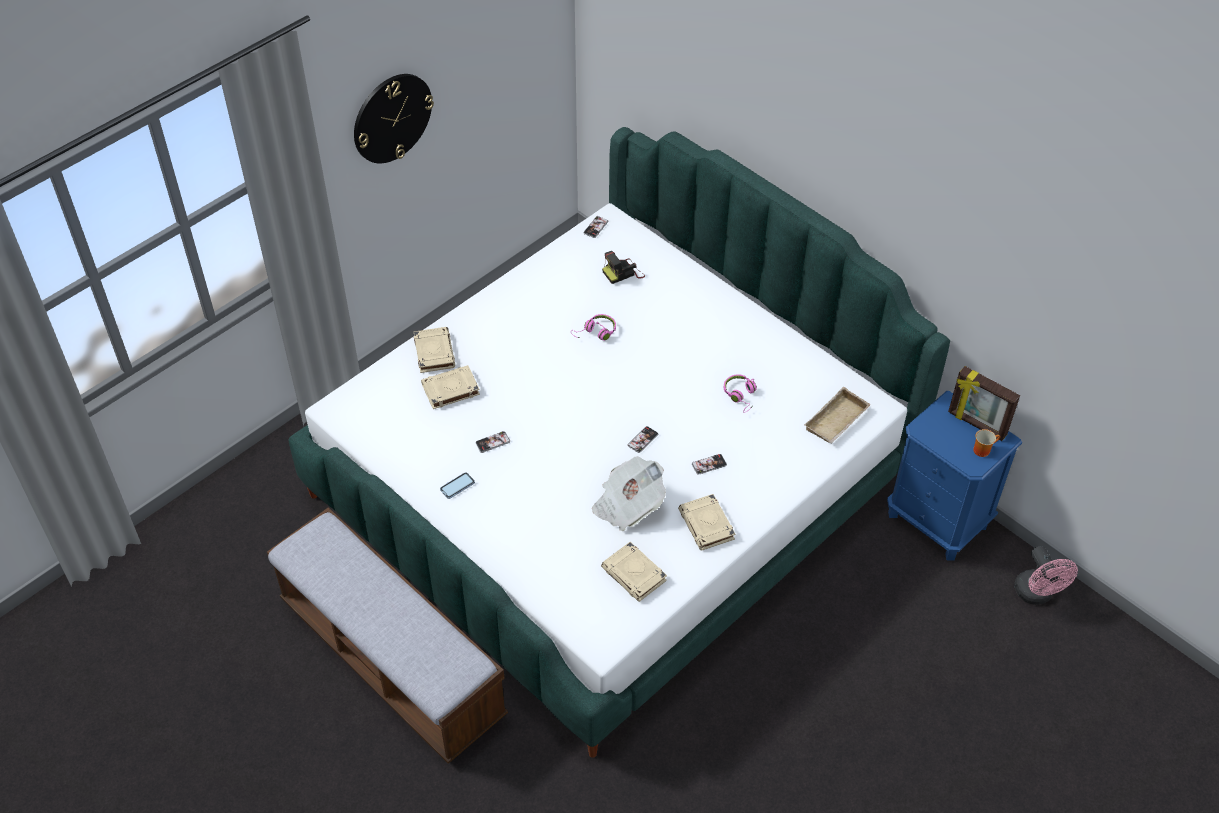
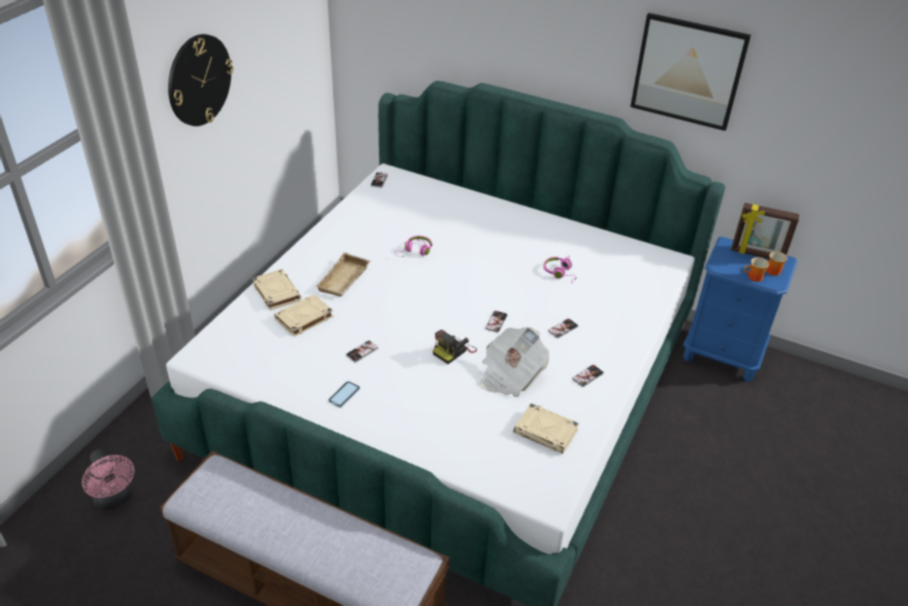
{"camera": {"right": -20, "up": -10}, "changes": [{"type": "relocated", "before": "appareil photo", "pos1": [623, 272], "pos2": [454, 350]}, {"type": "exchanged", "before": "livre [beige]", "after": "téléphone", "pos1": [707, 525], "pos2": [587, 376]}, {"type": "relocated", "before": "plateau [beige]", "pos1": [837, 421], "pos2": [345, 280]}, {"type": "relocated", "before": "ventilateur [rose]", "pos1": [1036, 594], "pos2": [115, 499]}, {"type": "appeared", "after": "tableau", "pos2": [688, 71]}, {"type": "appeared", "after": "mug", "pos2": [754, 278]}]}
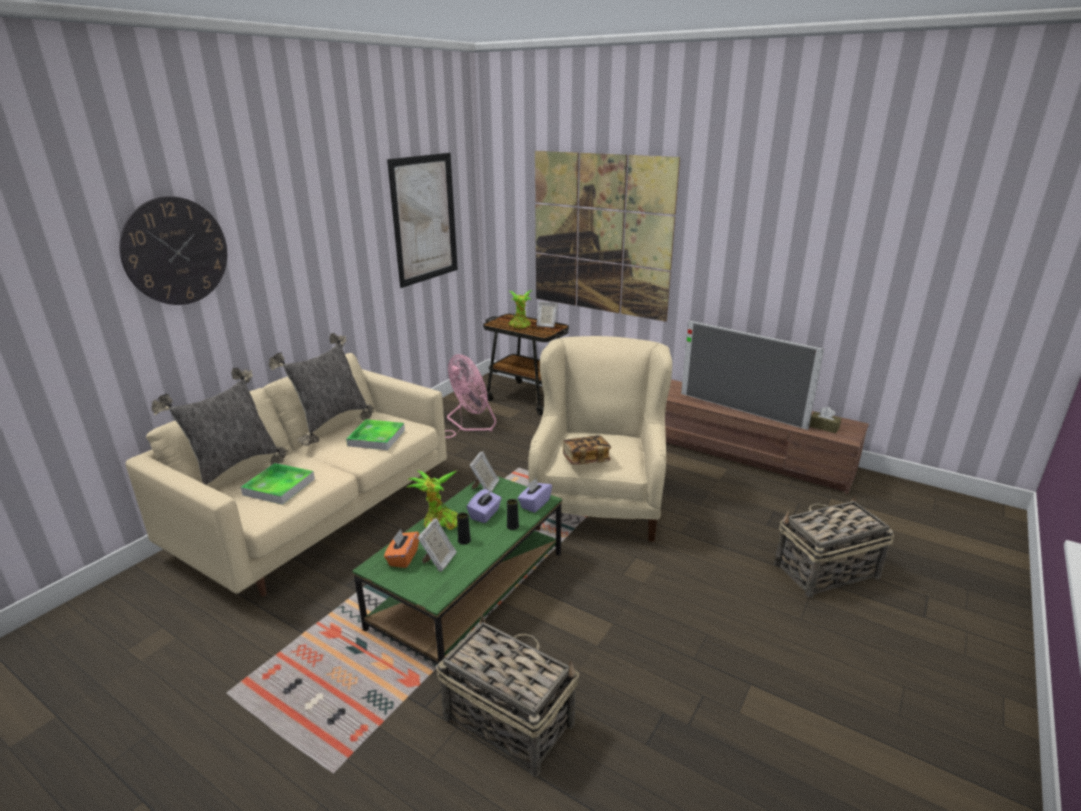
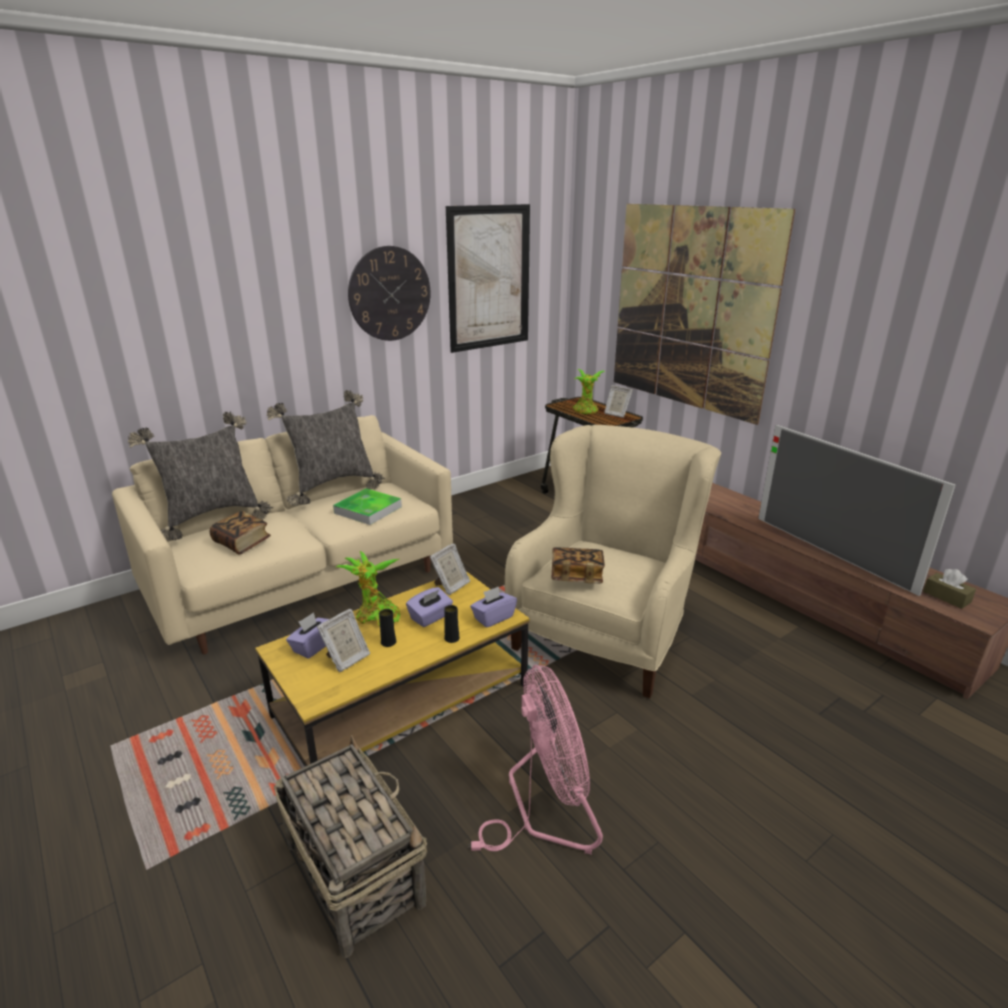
{"camera": {"right": 20, "up": 0}, "changes": [{"type": "relocated", "before": "horloge murale", "pos1": [176, 251], "pos2": [390, 294]}, {"type": "exchanged", "before": "plateau", "after": "livre", "pos1": [279, 487], "pos2": [242, 543]}, {"type": "colour", "before": "table basse [vert]", "after": "table basse [jaune]", "pos1": [468, 589], "pos2": [402, 700]}, {"type": "colour", "before": "boîte à mouchoirs [orange]", "after": "boîte à mouchoirs [violet]", "pos1": [403, 558], "pos2": [313, 646]}, {"type": "relocated", "before": "ventilateur [rose]", "pos1": [464, 423], "pos2": [539, 804]}, {"type": "missing", "before": "panier", "pos1": [825, 571]}]}
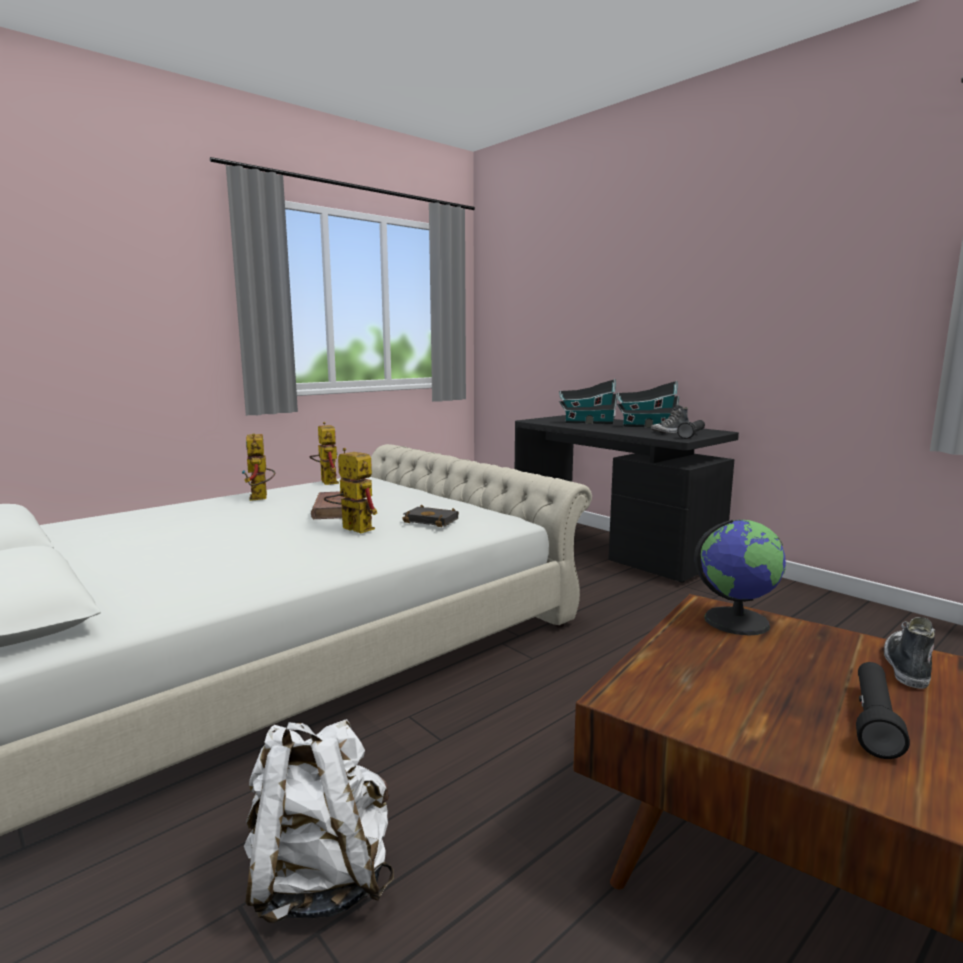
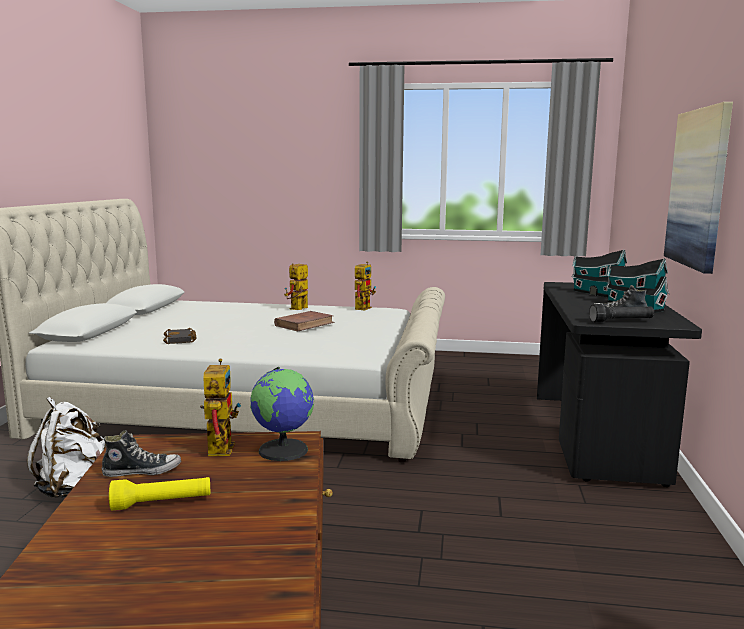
{"camera": {"right": 50, "up": 0}, "changes": [{"type": "relocated", "before": "robot jouet", "pos1": [351, 528], "pos2": [219, 446]}, {"type": "relocated", "before": "livre [noir]", "pos1": [433, 520], "pos2": [181, 340]}, {"type": "colour", "before": "lampe de poche [noir]", "after": "lampe de poche [jaune]", "pos1": [873, 720], "pos2": [162, 503]}, {"type": "relocated", "before": "chaussure", "pos1": [906, 666], "pos2": [142, 471]}, {"type": "appeared", "after": "tableau", "pos2": [699, 188]}]}
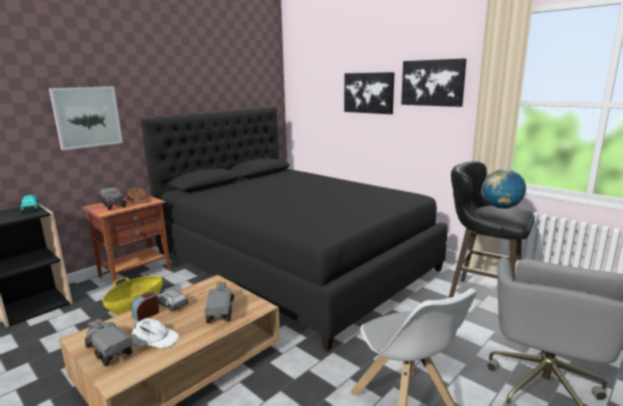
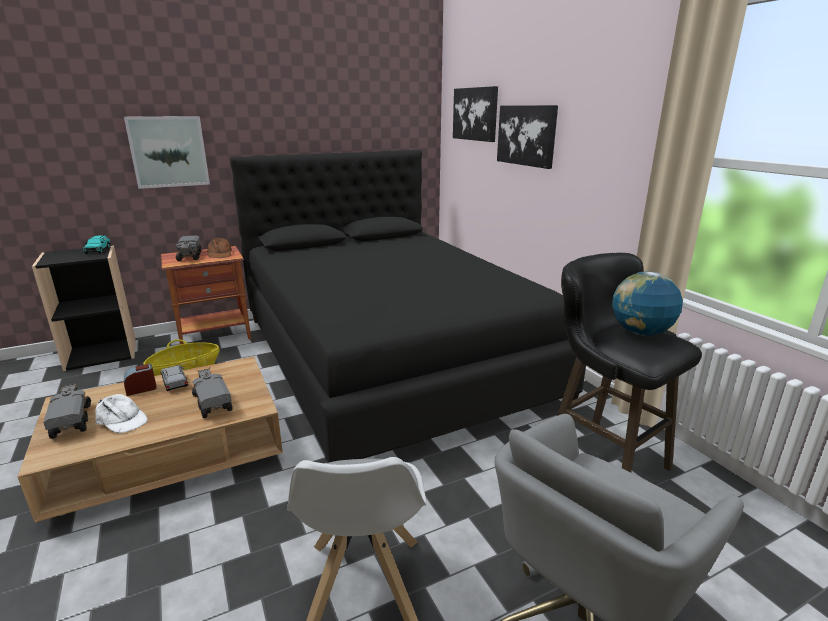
{"camera": {"right": 20, "up": 5}, "changes": [{"type": "spun", "before": "camion jouet", "pos1": [220, 311], "pos2": [212, 403], "turn": -45}, {"type": "relocated", "before": "tableau", "pos1": [432, 83], "pos2": [475, 114]}]}
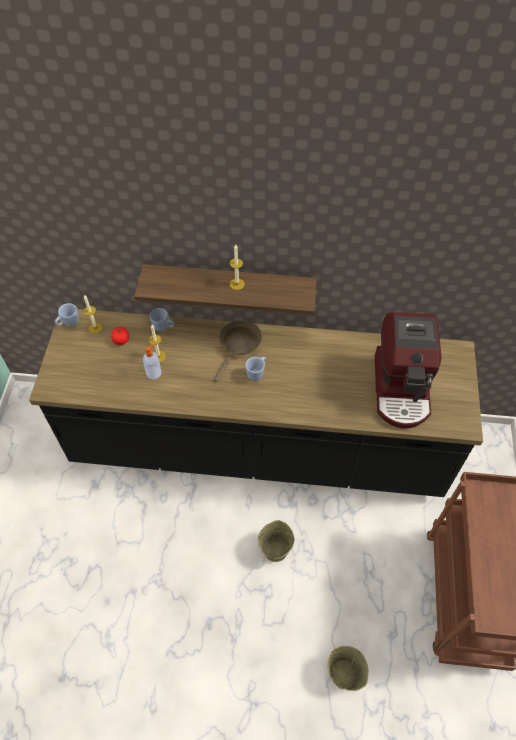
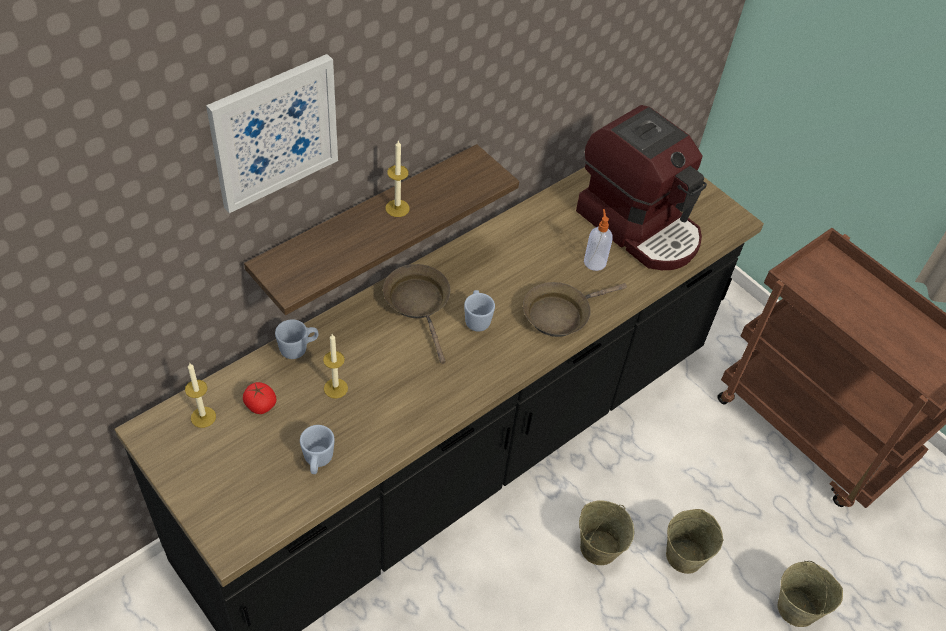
{"camera": {"right": -50, "up": -5}, "changes": [{"type": "relocated", "before": "mug [bleu]", "pos1": [68, 323], "pos2": [317, 462]}, {"type": "relocated", "before": "distributeur de savon", "pos1": [154, 372], "pos2": [594, 261]}, {"type": "appeared", "after": "tableau", "pos2": [274, 132]}, {"type": "appeared", "after": "poêle [marron]", "pos2": [560, 314]}, {"type": "appeared", "after": "seau [beige]", "pos2": [684, 555]}]}
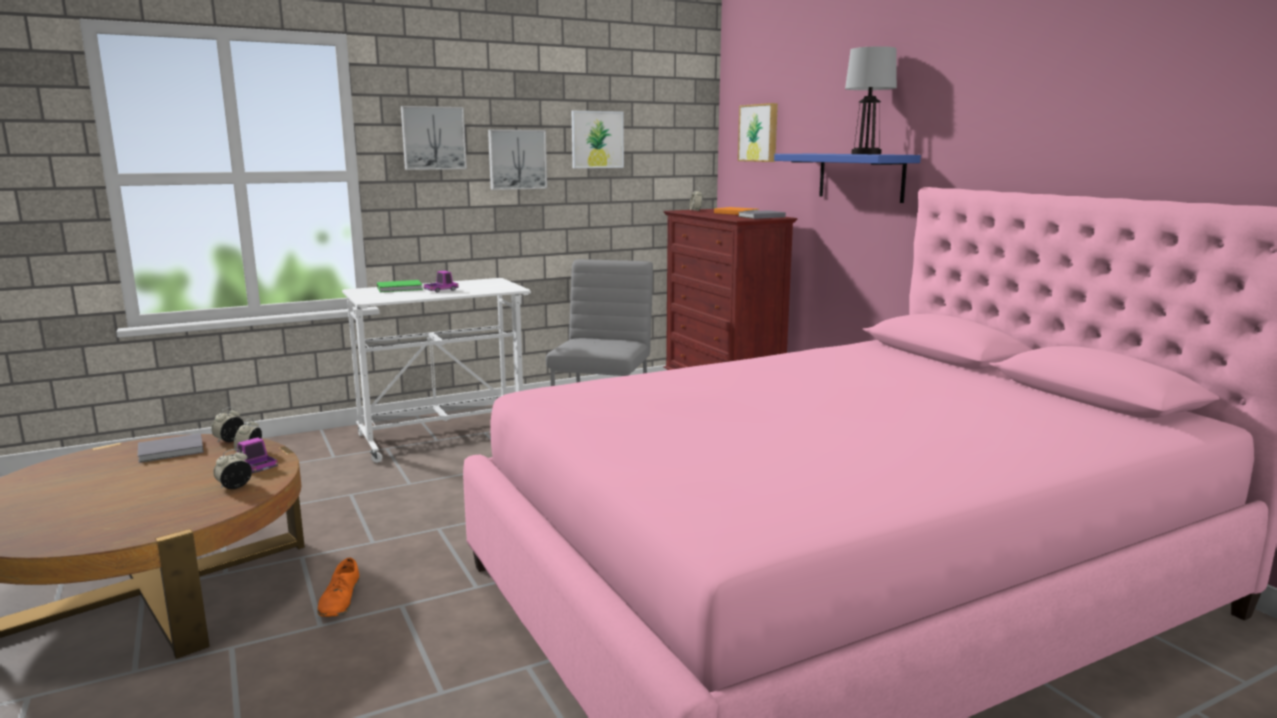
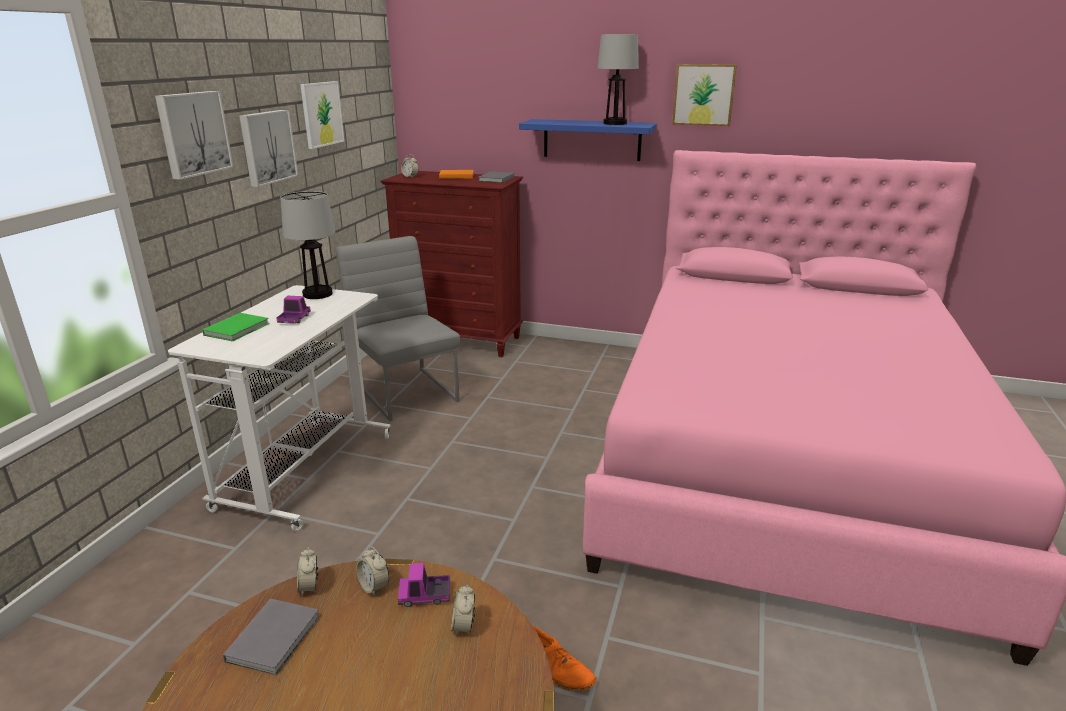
{"camera": {"right": -45, "up": 10}, "changes": [{"type": "relocated", "before": "tableau", "pos1": [759, 133], "pos2": [704, 94]}, {"type": "appeared", "after": "lampe de table", "pos2": [317, 294]}]}
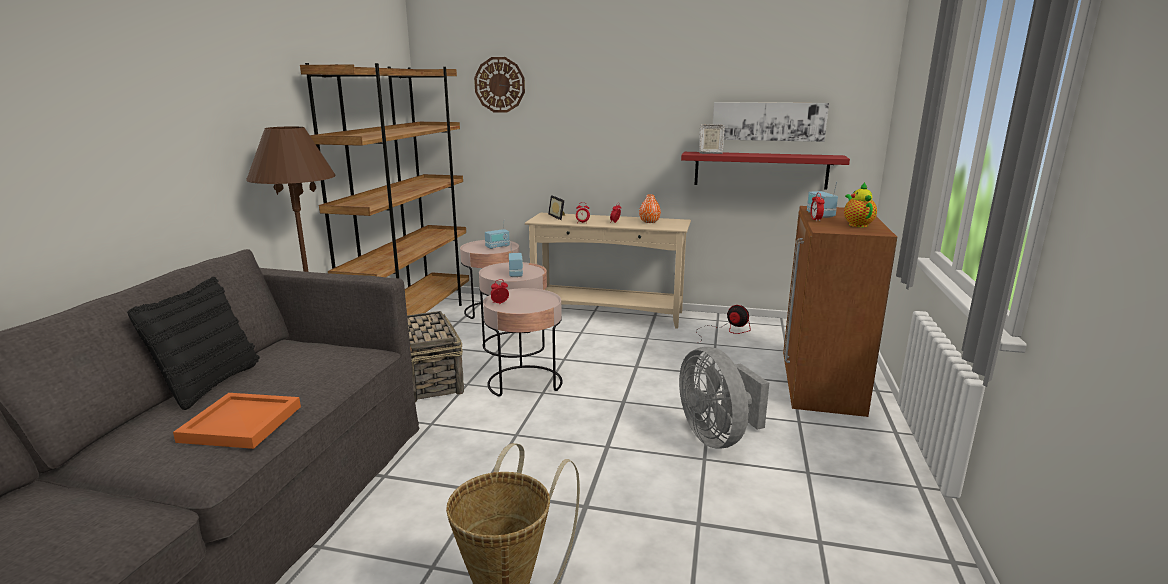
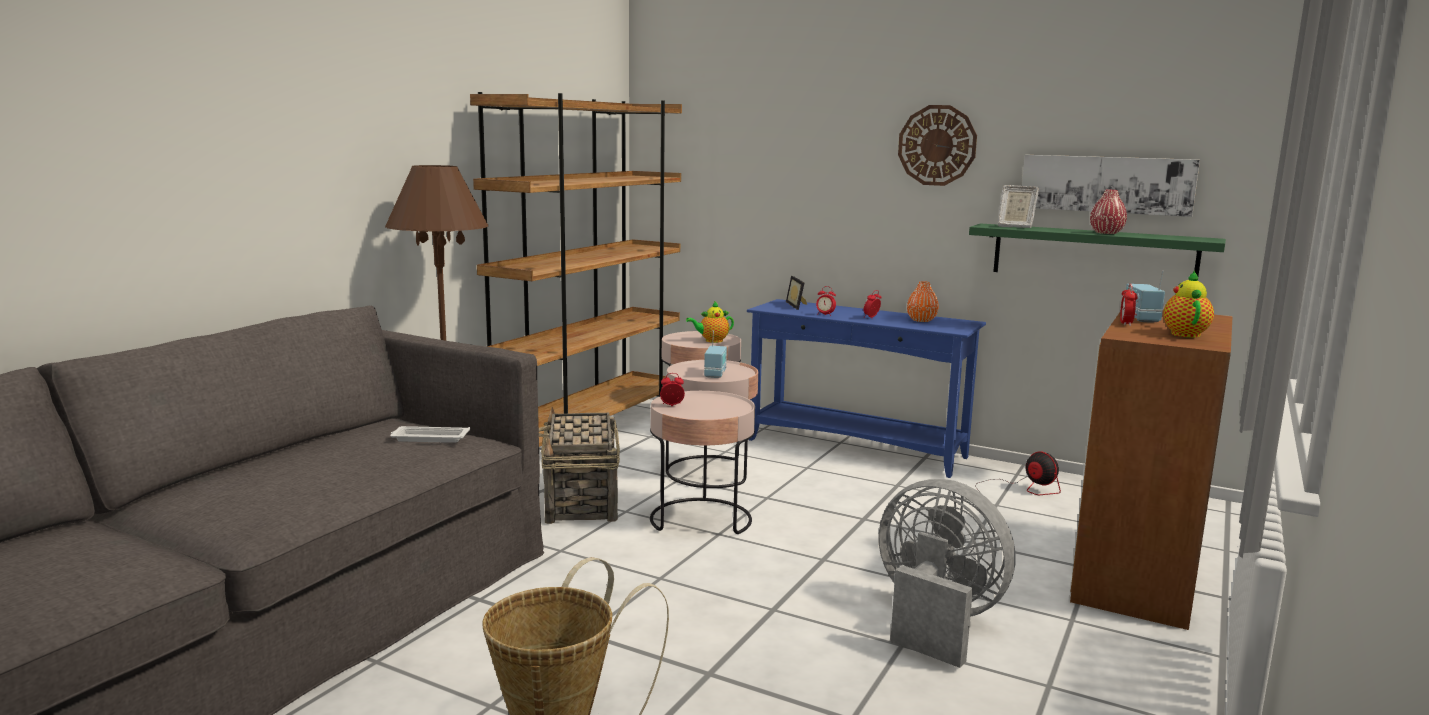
{"camera": {"right": 15, "up": -5}, "changes": [{"type": "missing", "before": "coussin [noir]", "pos1": [209, 385]}, {"type": "missing", "before": "plateau [orange]", "pos1": [243, 423]}, {"type": "relocated", "before": "horloge murale", "pos1": [499, 85], "pos2": [937, 145]}, {"type": "exchanged", "before": "radio", "after": "théière", "pos1": [497, 247], "pos2": [712, 340]}, {"type": "colour", "before": "table console [beige]", "after": "table console [bleu]", "pos1": [608, 313], "pos2": [857, 448]}, {"type": "spun", "before": "ventilateur [gris]", "pos1": [717, 436], "pos2": [935, 621], "turn": 135}, {"type": "colour", "before": "étagère [rouge]", "after": "étagère [vert]", "pos1": [760, 170], "pos2": [1093, 255]}, {"type": "appeared", "after": "plateau [blanc]", "pos2": [429, 438]}, {"type": "appeared", "after": "vase [rouge]", "pos2": [1106, 233]}]}
